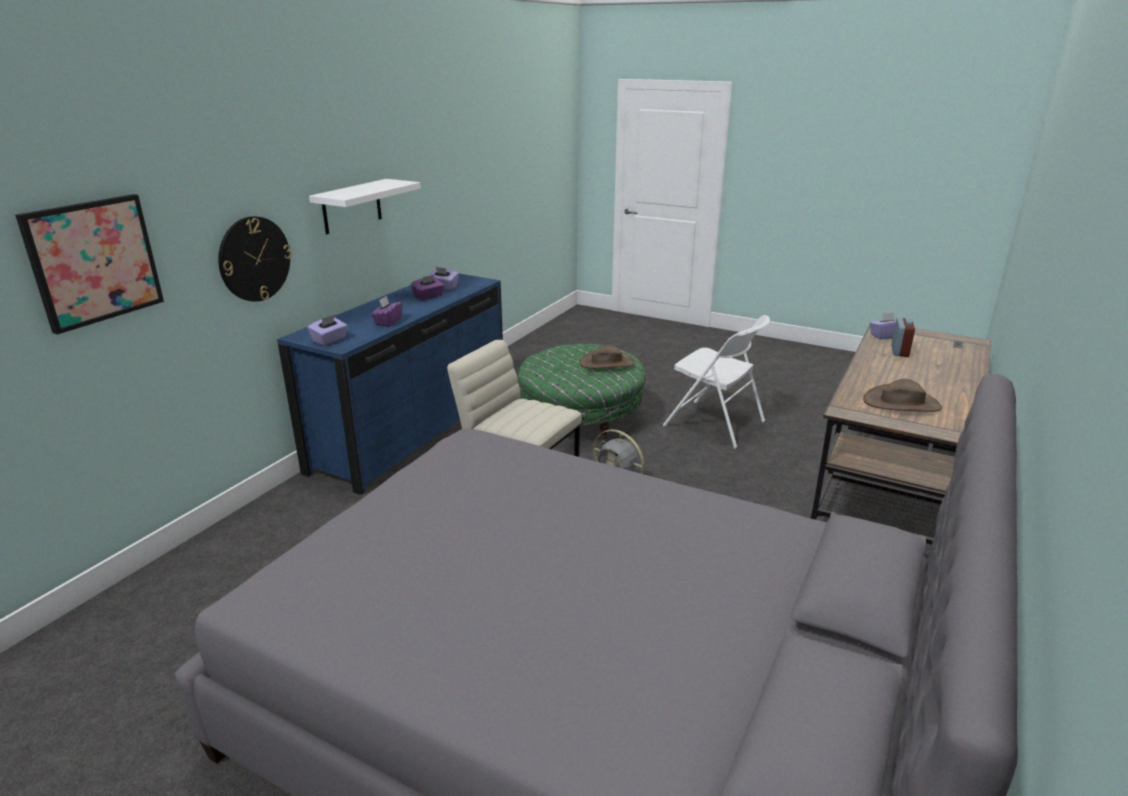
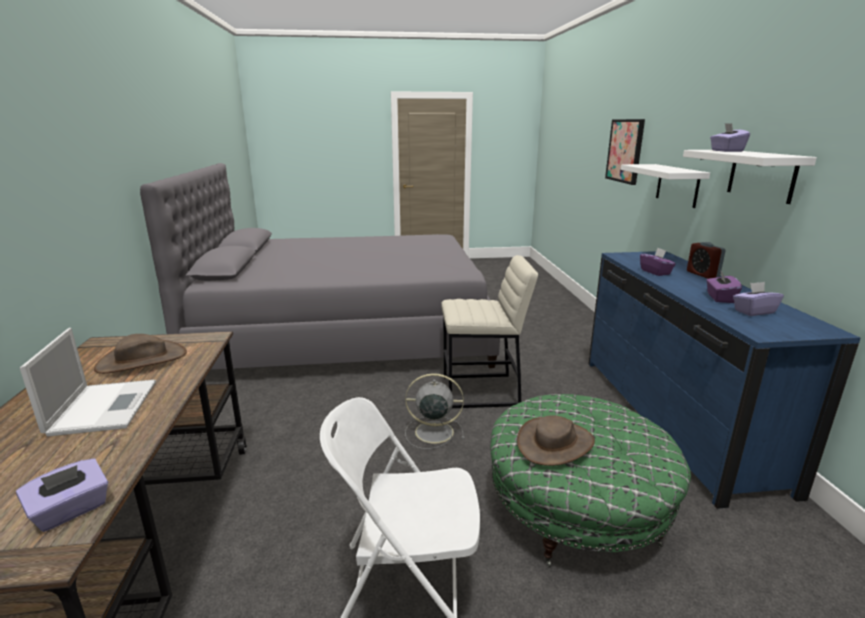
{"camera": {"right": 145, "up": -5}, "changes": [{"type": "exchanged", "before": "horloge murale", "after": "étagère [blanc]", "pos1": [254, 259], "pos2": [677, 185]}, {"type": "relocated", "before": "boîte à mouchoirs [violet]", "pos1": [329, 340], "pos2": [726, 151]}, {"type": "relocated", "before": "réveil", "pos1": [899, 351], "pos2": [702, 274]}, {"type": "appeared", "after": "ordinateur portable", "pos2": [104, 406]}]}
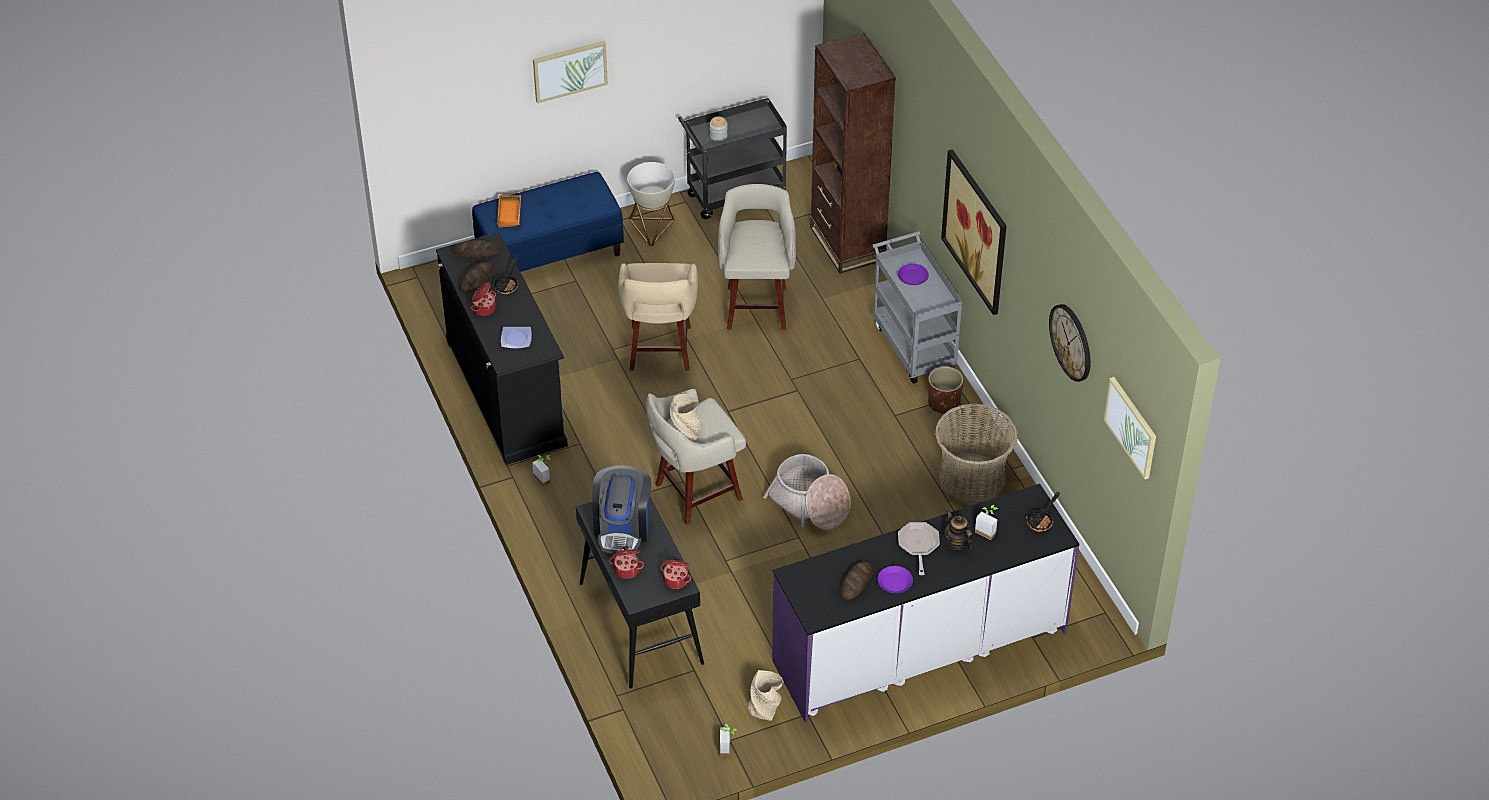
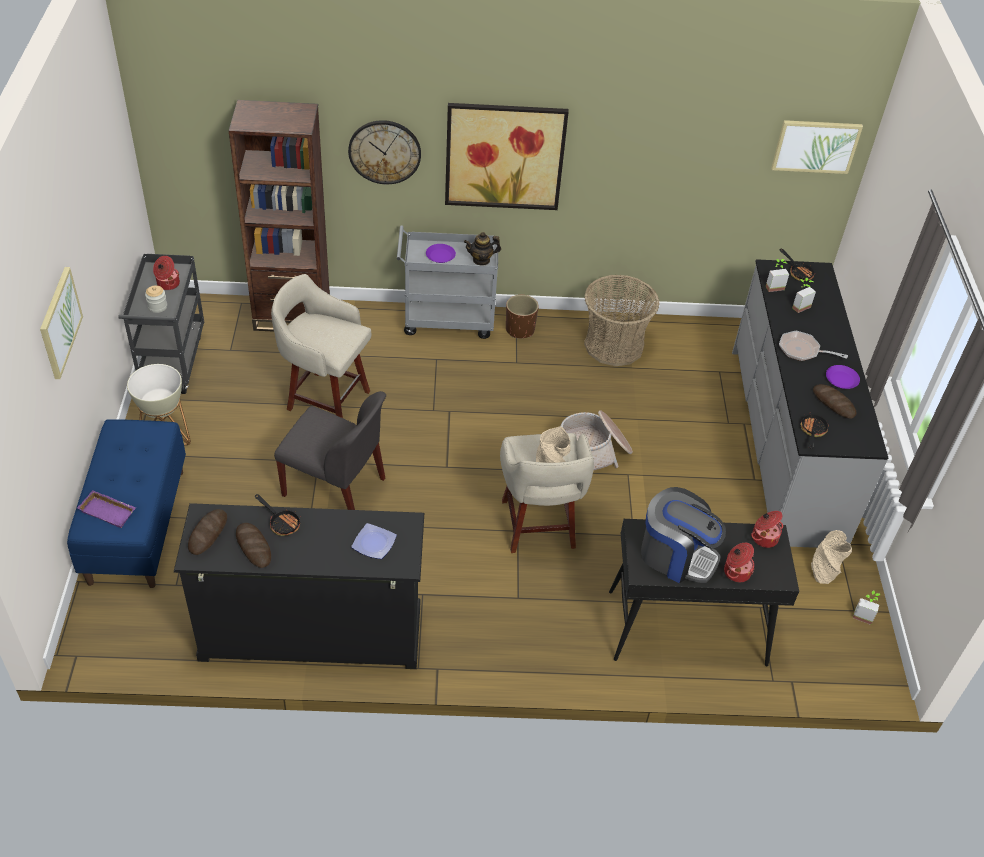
{"camera": {"right": -70, "up": 0}, "changes": [{"type": "relocated", "before": "marmite", "pos1": [483, 308], "pos2": [167, 284]}, {"type": "colour", "before": "plateau [orange]", "after": "plateau [violet]", "pos1": [510, 214], "pos2": [109, 511]}, {"type": "relocated", "before": "plante en pot", "pos1": [545, 477], "pos2": [773, 285]}, {"type": "exchanged", "before": "tabouret [beige]", "after": "chaise [gris]", "pos1": [659, 351], "pos2": [336, 488]}, {"type": "colour", "before": "commode [violet]", "after": "commode [gris]", "pos1": [919, 646], "pos2": [785, 443]}, {"type": "relocated", "before": "théière", "pos1": [957, 542], "pos2": [481, 260]}, {"type": "relocated", "before": "horloge murale", "pos1": [1071, 342], "pos2": [384, 151]}, {"type": "appeared", "after": "poêle", "pos2": [812, 431]}]}
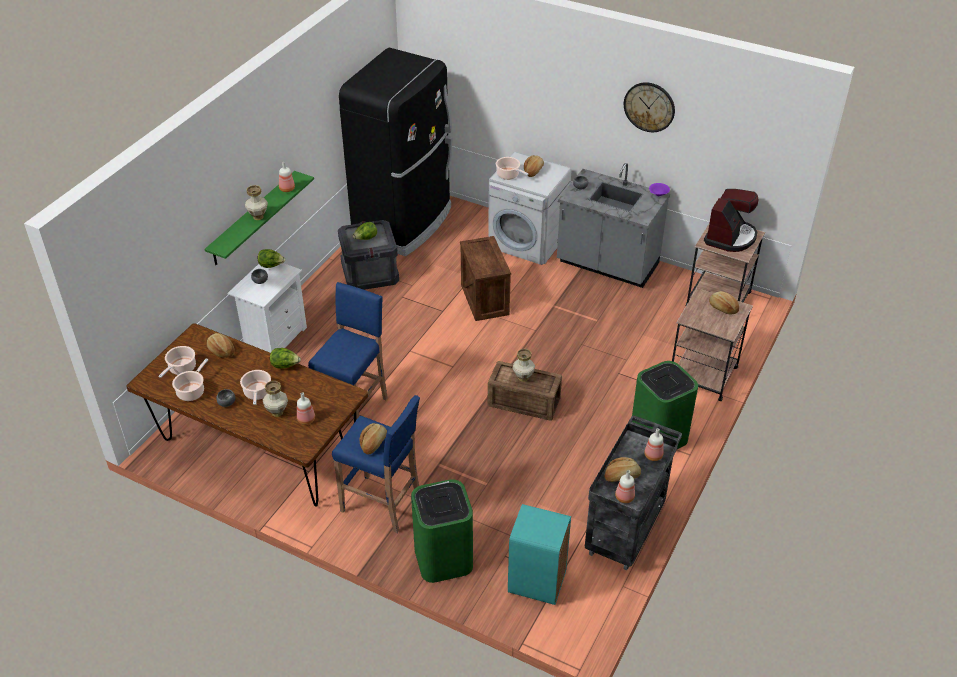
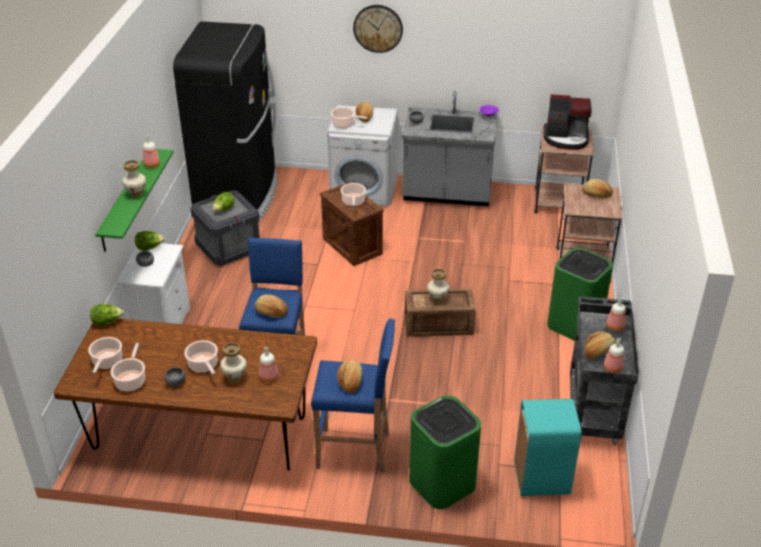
{"camera": {"right": -20, "up": -5}, "changes": [{"type": "relocated", "before": "pain", "pos1": [221, 350], "pos2": [271, 312]}, {"type": "relocated", "before": "laitue", "pos1": [285, 365], "pos2": [107, 322]}, {"type": "relocated", "before": "horloge murale", "pos1": [649, 107], "pos2": [378, 28]}, {"type": "spun", "before": "machine à café", "pos1": [730, 237], "pos2": [566, 138], "turn": 90}, {"type": "appeared", "after": "marmite", "pos2": [353, 202]}]}
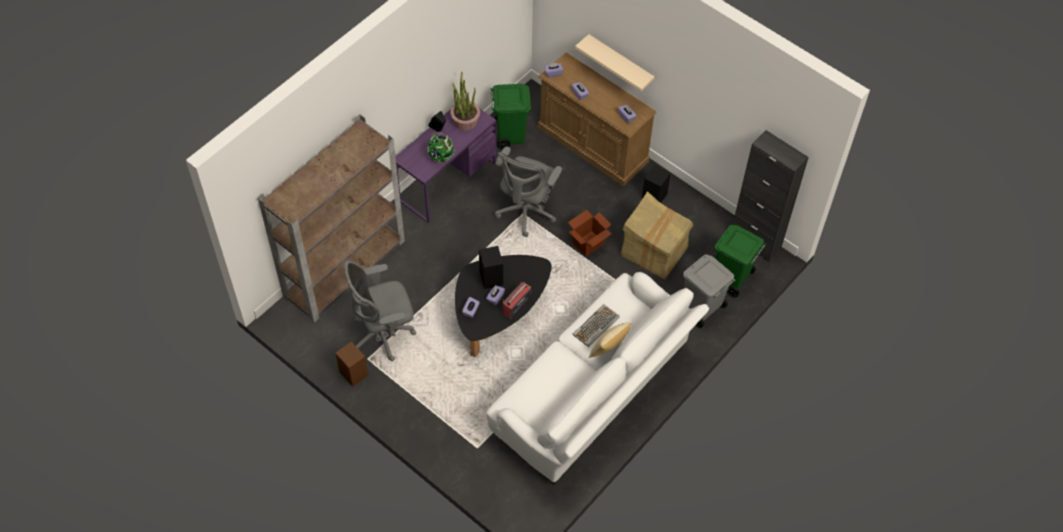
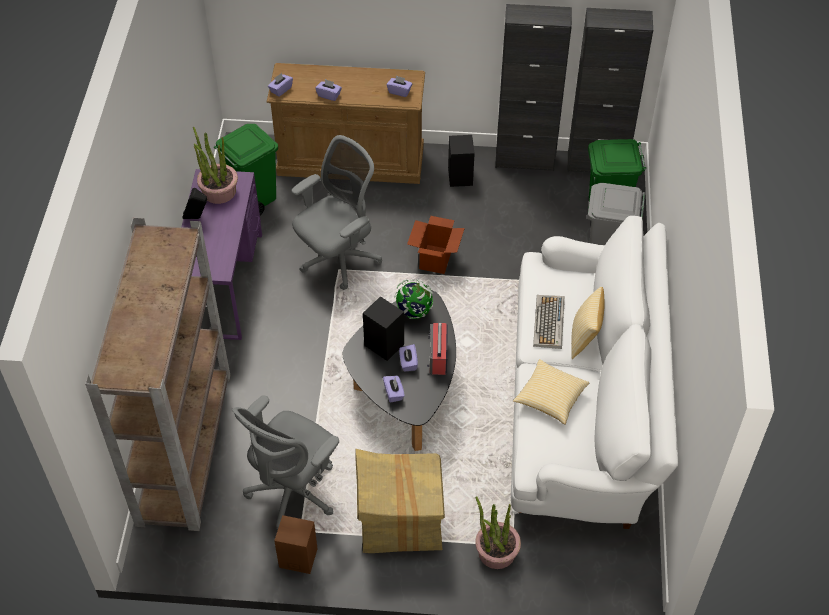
{"camera": {"right": -35, "up": -5}, "changes": [{"type": "relocated", "before": "globe", "pos1": [440, 156], "pos2": [414, 311]}, {"type": "spun", "before": "chaise de bureau [gris]", "pos1": [526, 208], "pos2": [337, 262], "turn": -120}, {"type": "missing", "before": "étagère [beige]", "pos1": [620, 62]}, {"type": "relocated", "before": "carton", "pos1": [653, 251], "pos2": [400, 520]}, {"type": "appeared", "after": "plante en pot", "pos2": [496, 551]}, {"type": "appeared", "after": "meuble de rangement [noir]", "pos2": [524, 160]}, {"type": "appeared", "after": "coussin", "pos2": [550, 398]}]}
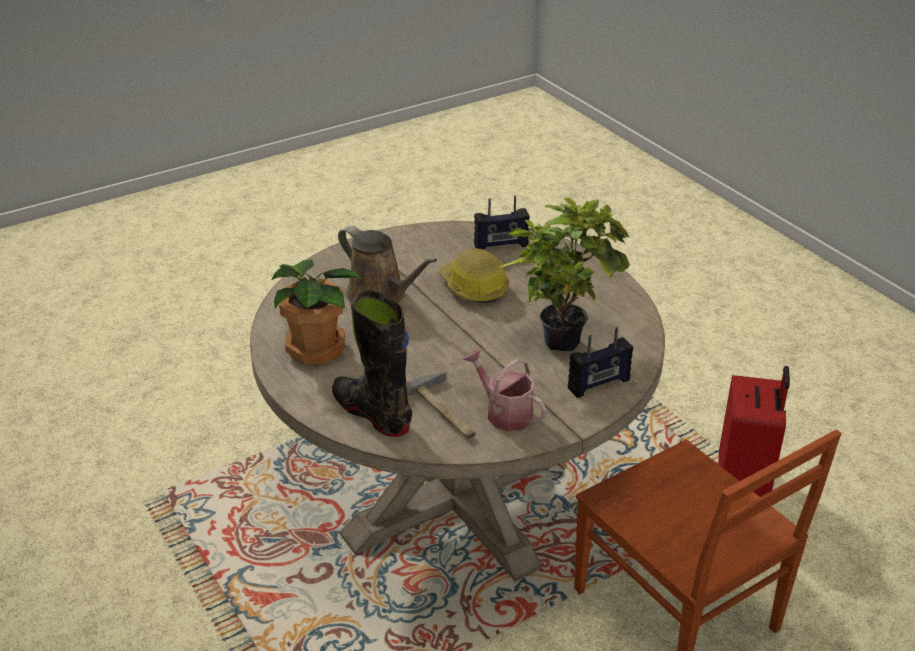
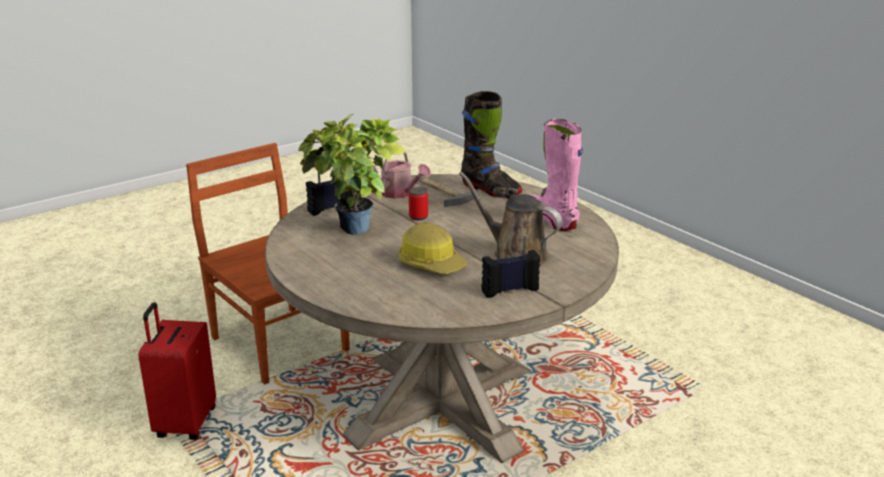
{"camera": {"right": 175, "up": -10}, "changes": [{"type": "exchanged", "before": "plante en pot", "after": "botte [rose]", "pos1": [316, 348], "pos2": [549, 219]}, {"type": "relocated", "before": "radio", "pos1": [501, 246], "pos2": [509, 290]}, {"type": "appeared", "after": "boîte métallique", "pos2": [418, 217]}]}
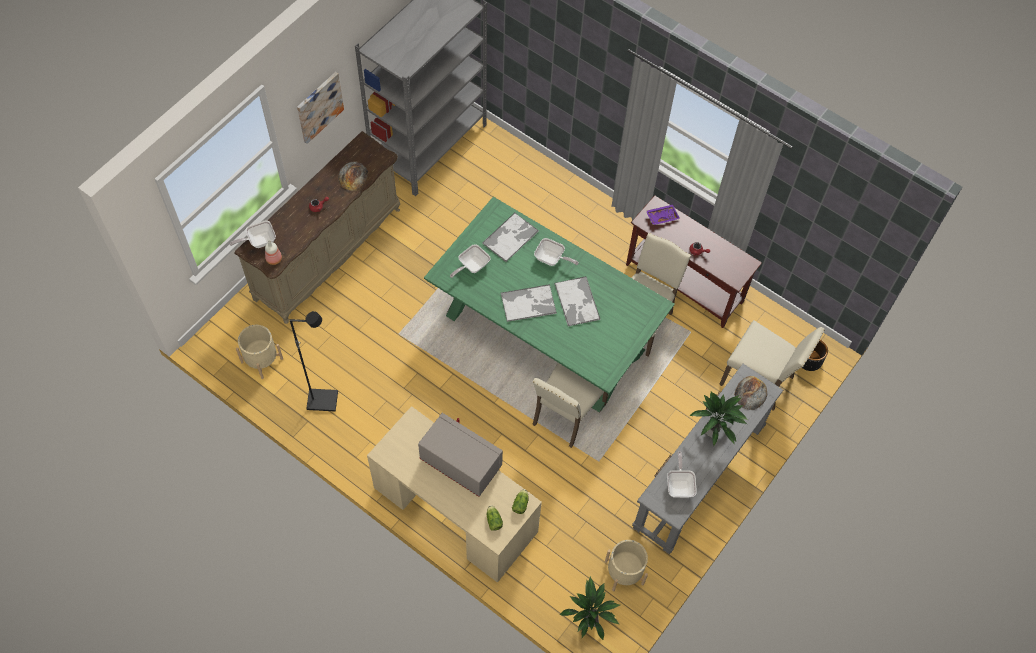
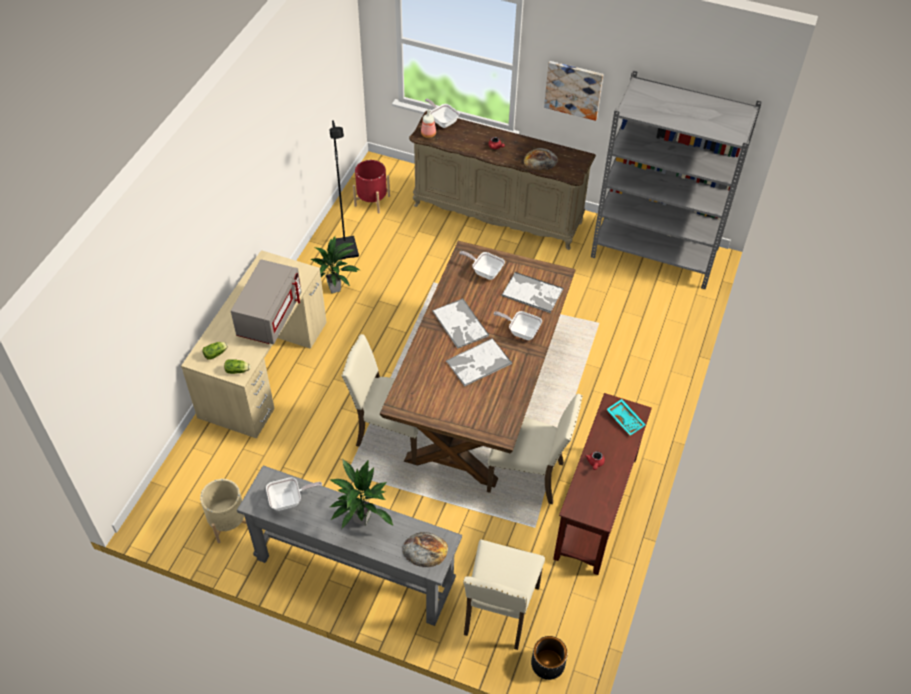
{"camera": {"right": 75, "up": -10}, "changes": [{"type": "colour", "before": "cache-pot [beige]", "after": "cache-pot [rouge]", "pos1": [262, 360], "pos2": [372, 201]}, {"type": "colour", "before": "table à manger [vert]", "after": "table à manger [marron]", "pos1": [544, 332], "pos2": [479, 393]}, {"type": "spun", "before": "poêle", "pos1": [551, 259], "pos2": [521, 331], "turn": 105}, {"type": "relocated", "before": "plante en pot", "pos1": [589, 620], "pos2": [335, 289]}, {"type": "colour", "before": "plateau [violet]", "after": "plateau [turquoise]", "pos1": [662, 216], "pos2": [625, 419]}]}
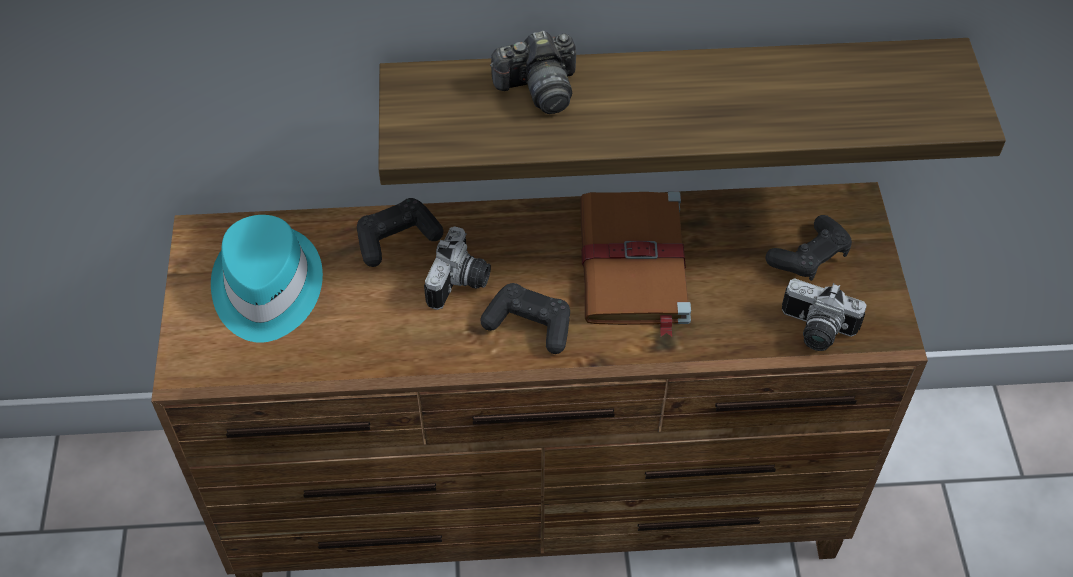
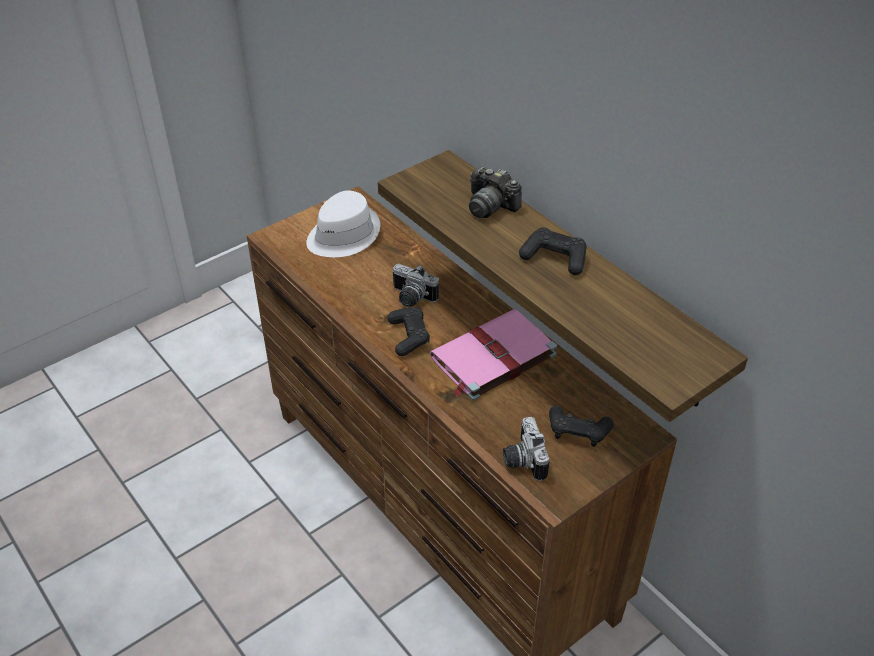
{"camera": {"right": 55, "up": -10}, "changes": [{"type": "colour", "before": "chapeau [turquoise]", "after": "chapeau [blanc]", "pos1": [265, 288], "pos2": [343, 235]}, {"type": "relocated", "before": "manette [noir]", "pos1": [397, 239], "pos2": [554, 258]}, {"type": "spun", "before": "appareil photo", "pos1": [461, 284], "pos2": [411, 298], "turn": 45}, {"type": "colour", "before": "livre [marron]", "after": "livre [rose]", "pos1": [634, 264], "pos2": [491, 357]}]}
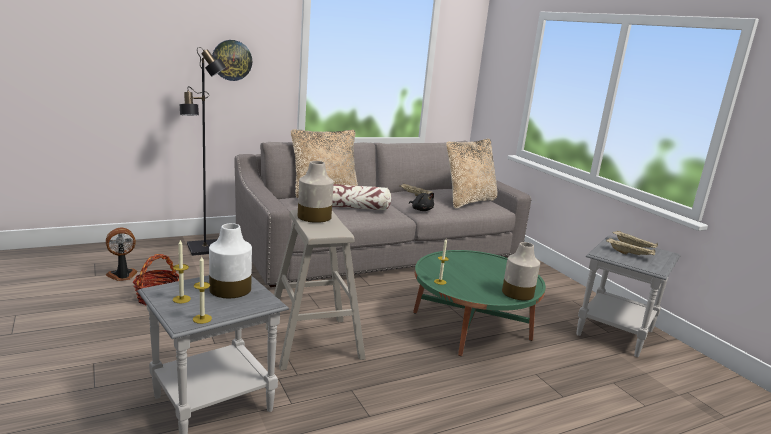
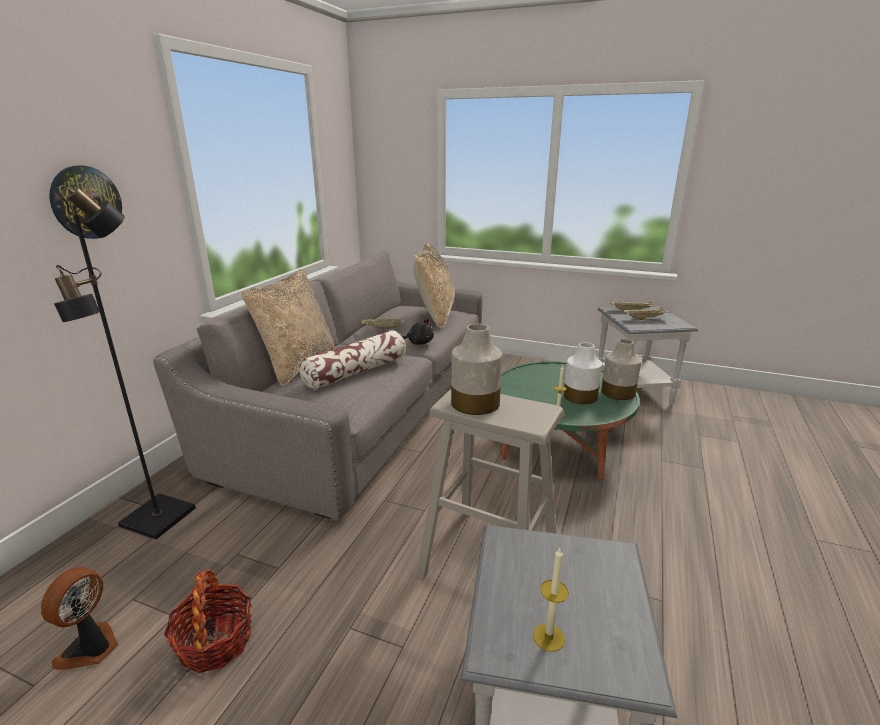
{"camera": {"right": -40, "up": 5}, "changes": [{"type": "missing", "before": "bougie", "pos1": [202, 319]}, {"type": "relocated", "before": "vase [blanc]", "pos1": [231, 288], "pos2": [580, 396]}]}
